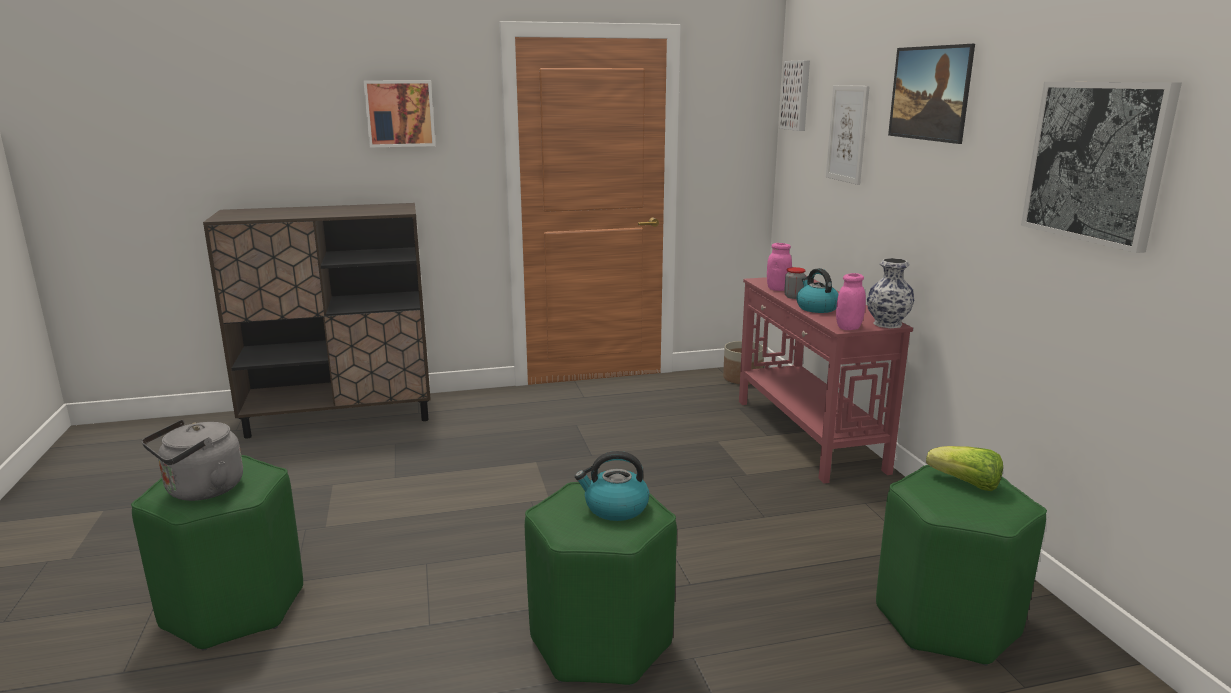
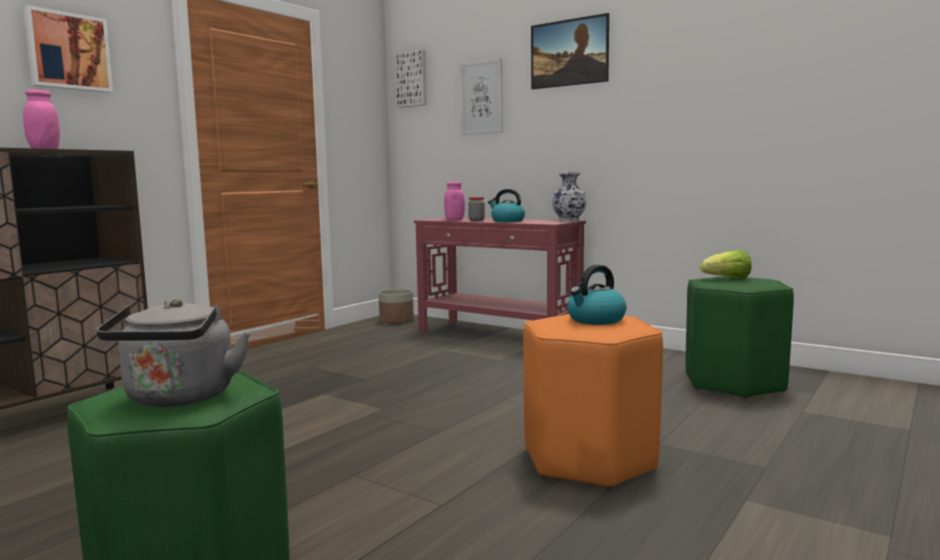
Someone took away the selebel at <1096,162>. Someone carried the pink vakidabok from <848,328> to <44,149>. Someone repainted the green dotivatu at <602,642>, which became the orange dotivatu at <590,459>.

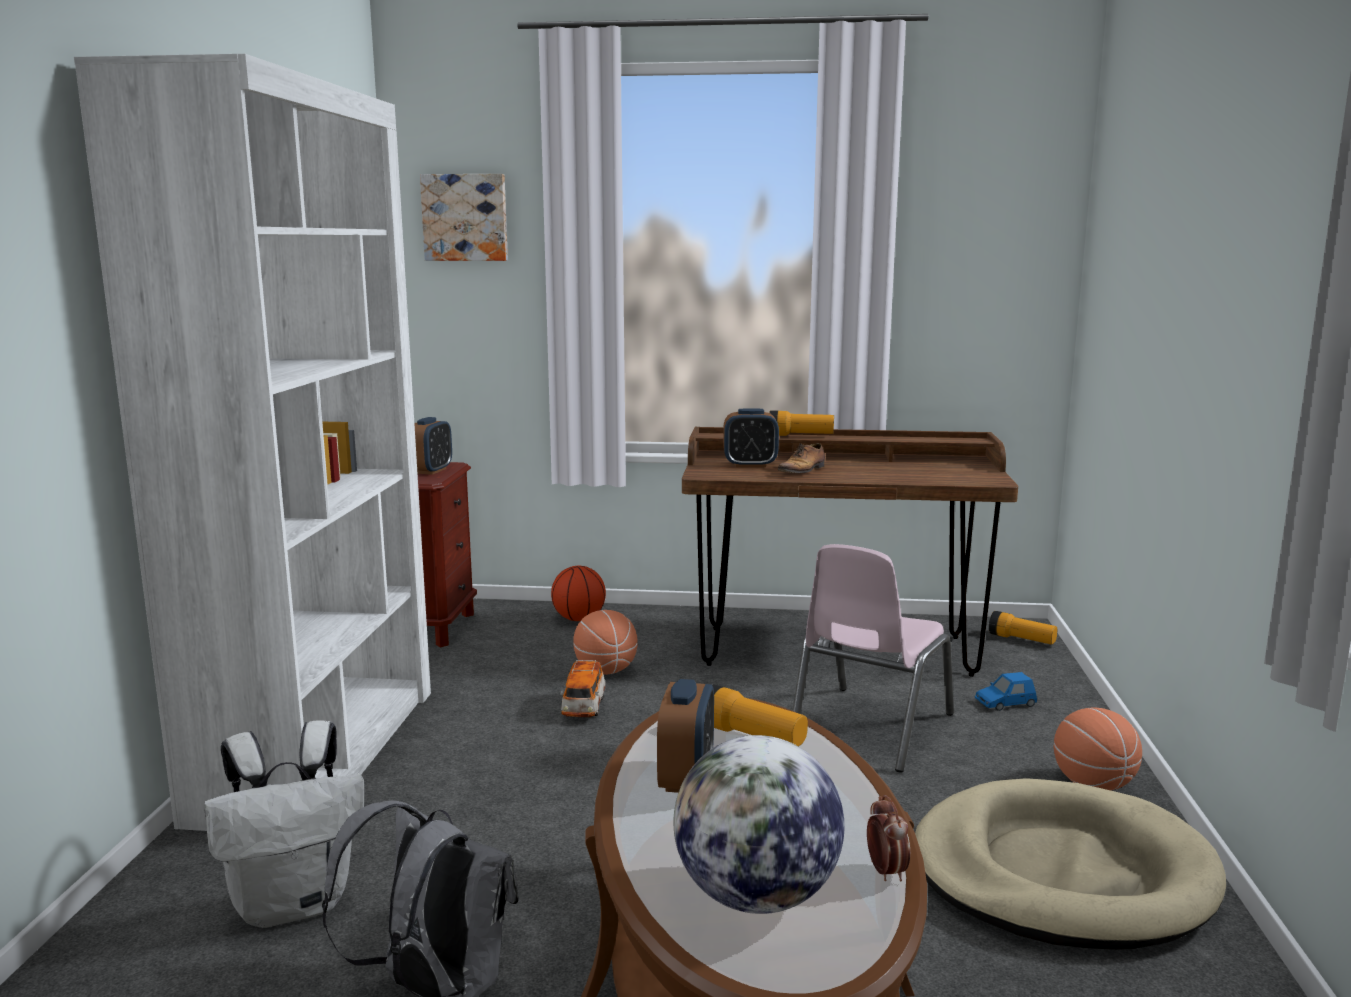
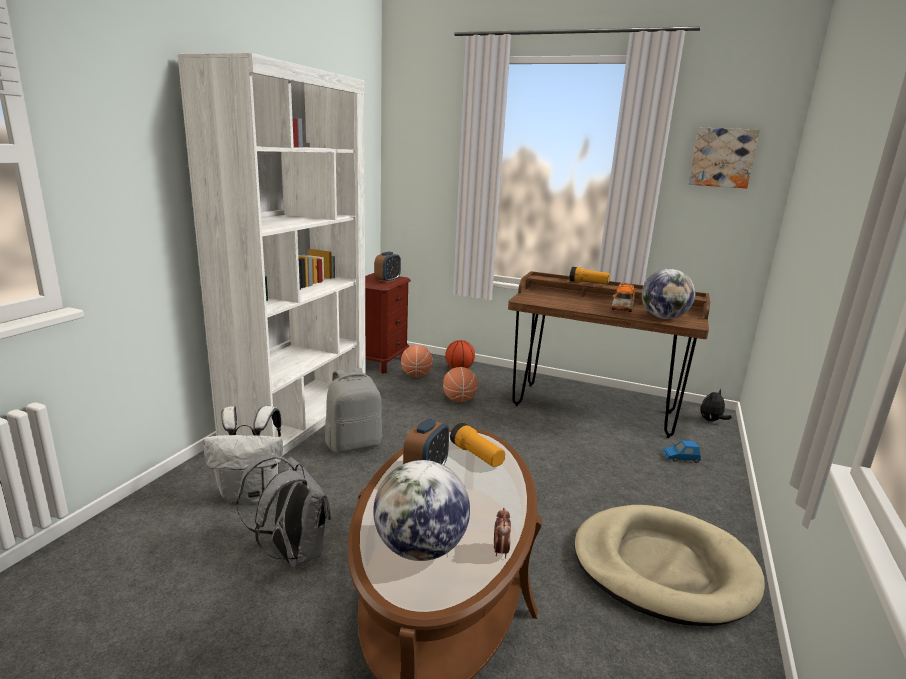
Someone took away the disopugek at <750,465>. Someone took away the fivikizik at <802,470>. Someone took away the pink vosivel at <869,728>. Someone put down the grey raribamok at <354,444>. Someone put down the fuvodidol at <663,317>. Someone carried the selebel from <465,217> to <722,158>. Someone carried the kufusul from <583,708> to <622,308>. Someone carried the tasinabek from <1093,784> to <416,375>. Someone swapped the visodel at <1021,640> for the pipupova at <711,421>.

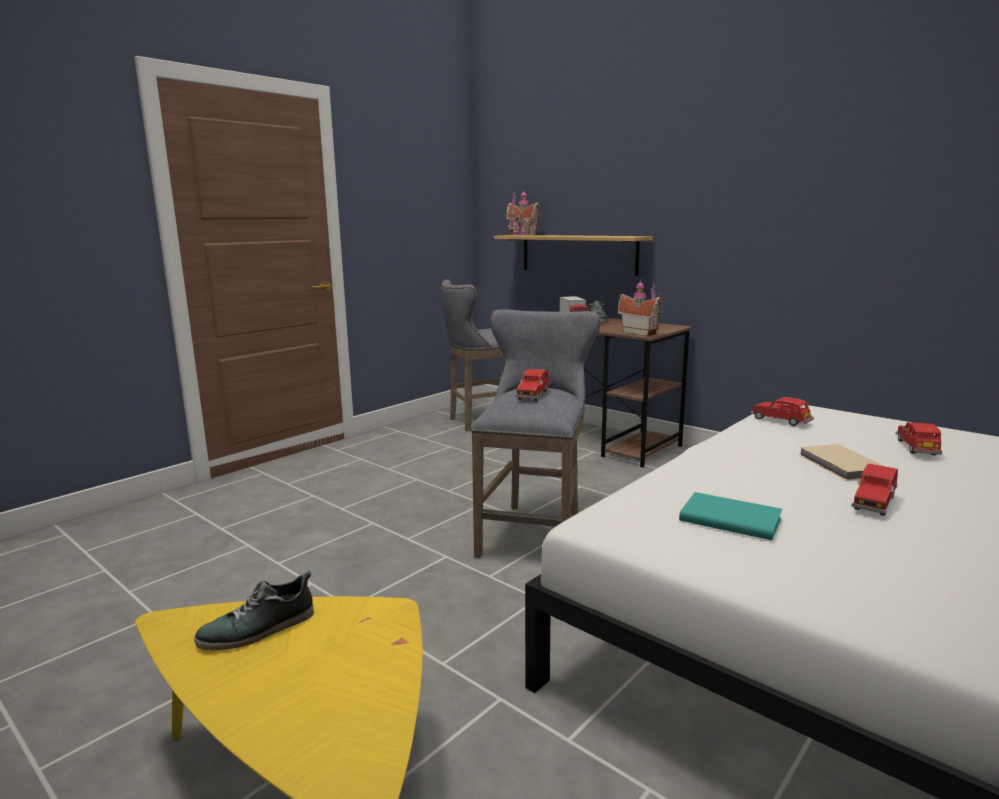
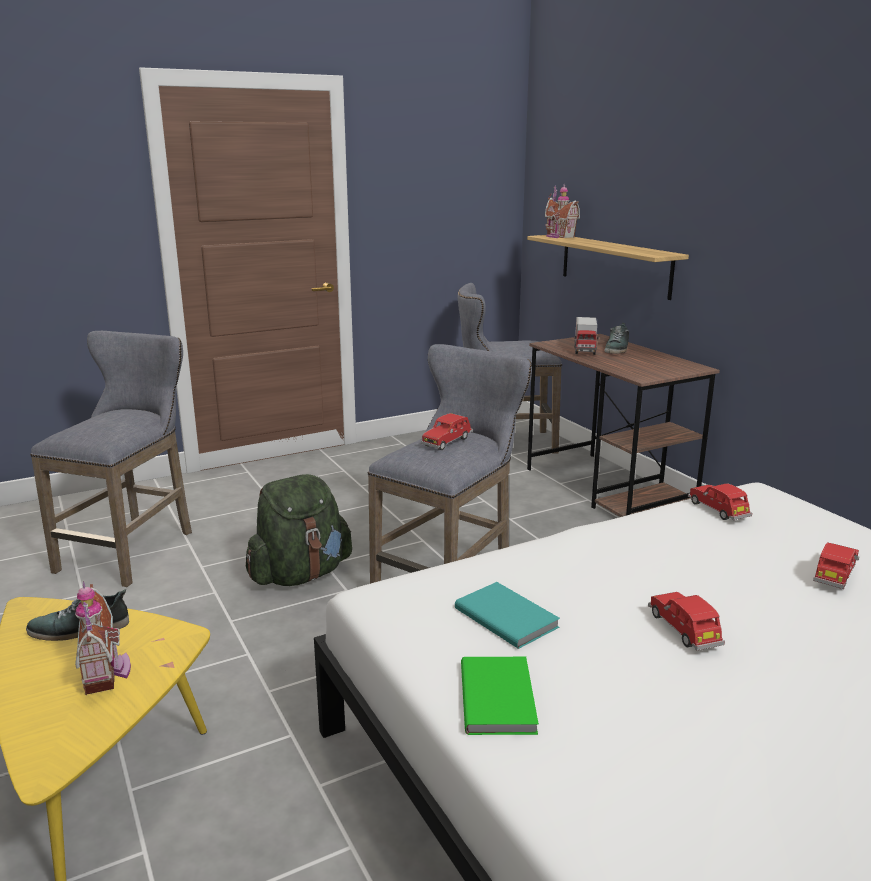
Someone took away the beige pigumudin at <841,465>. Someone put down the grey dotivatu at <133,549>. Someone put down the green raribamok at <300,575>. Someone put down the green pigumudin at <500,697>. Someone carried the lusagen from <640,333> to <107,672>. Someone rotated the red kufusul at <874,502> by 105 degrees clockwise.

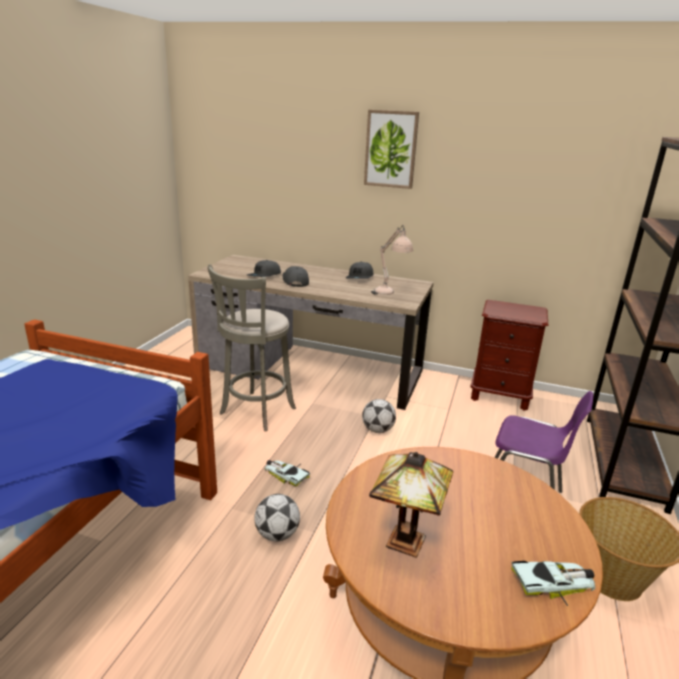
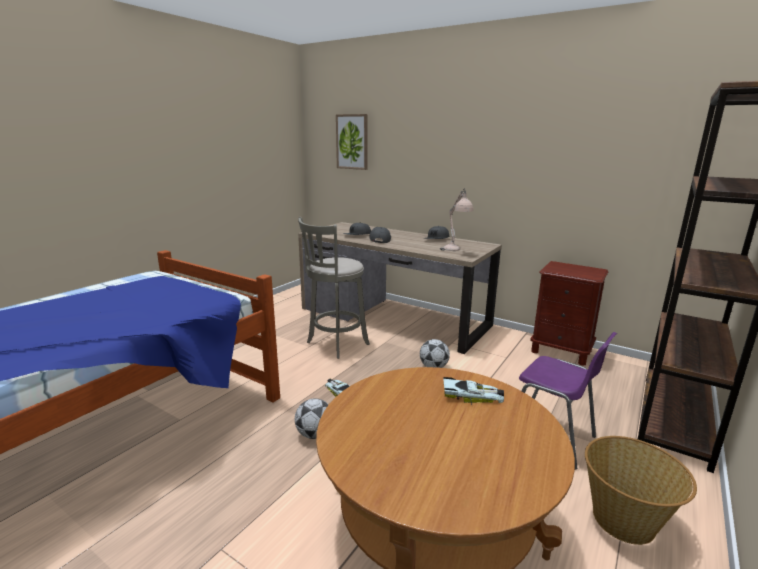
Someone took away the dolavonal at <406,544>. Someone carried the selebel from <391,149> to <352,142>. Someone carried the kufusul from <554,583> to <472,396>.

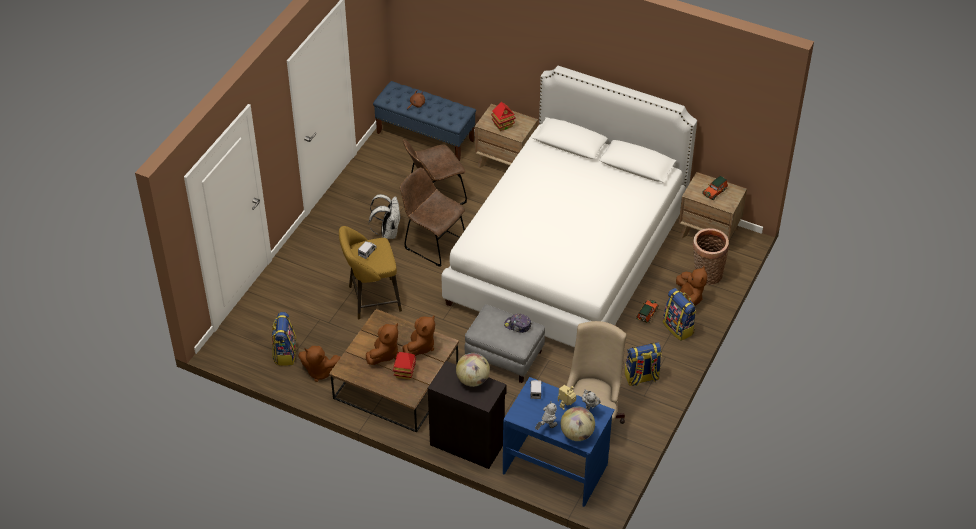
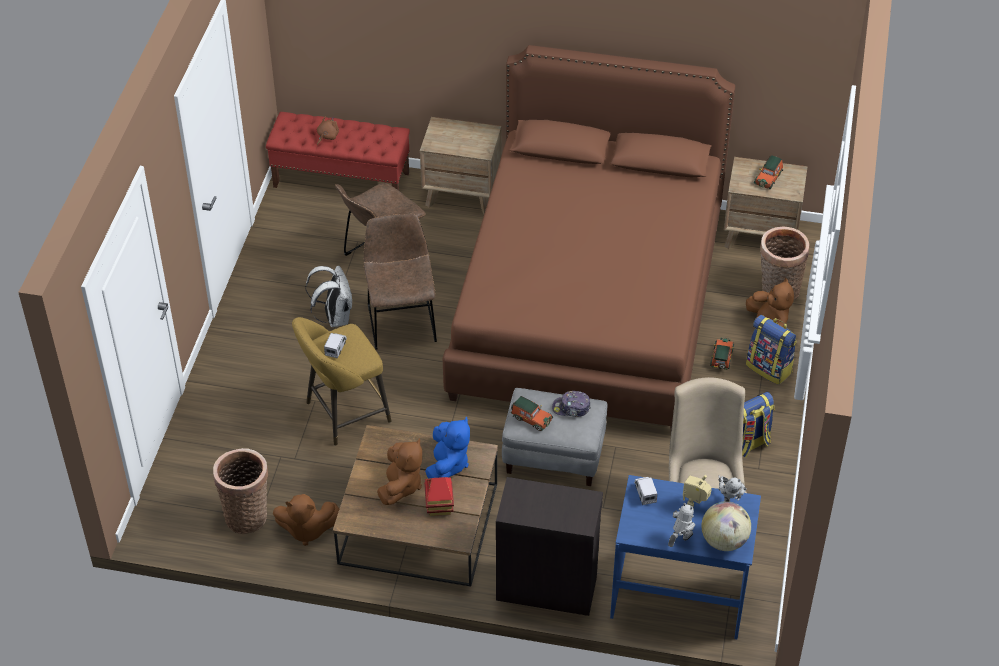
Someone took away the fuvodidol at <473,380>. Someone took away the lusagen at <503,125>. Someone put down the kufusul at <530,418>. Someone swapped the raribamok at <285,353> for the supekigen at <247,514>. Someone repainted the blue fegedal at <425,137>, which became the red fegedal at <342,180>. Someone repainted the brown pipupova at <420,346>, which became the blue pipupova at <447,465>. Someone repainted the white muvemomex at <567,256>, which became the brown muvemomex at <588,302>. Someone rotated the brown vosivel at <432,243> by 60 degrees clockwise.

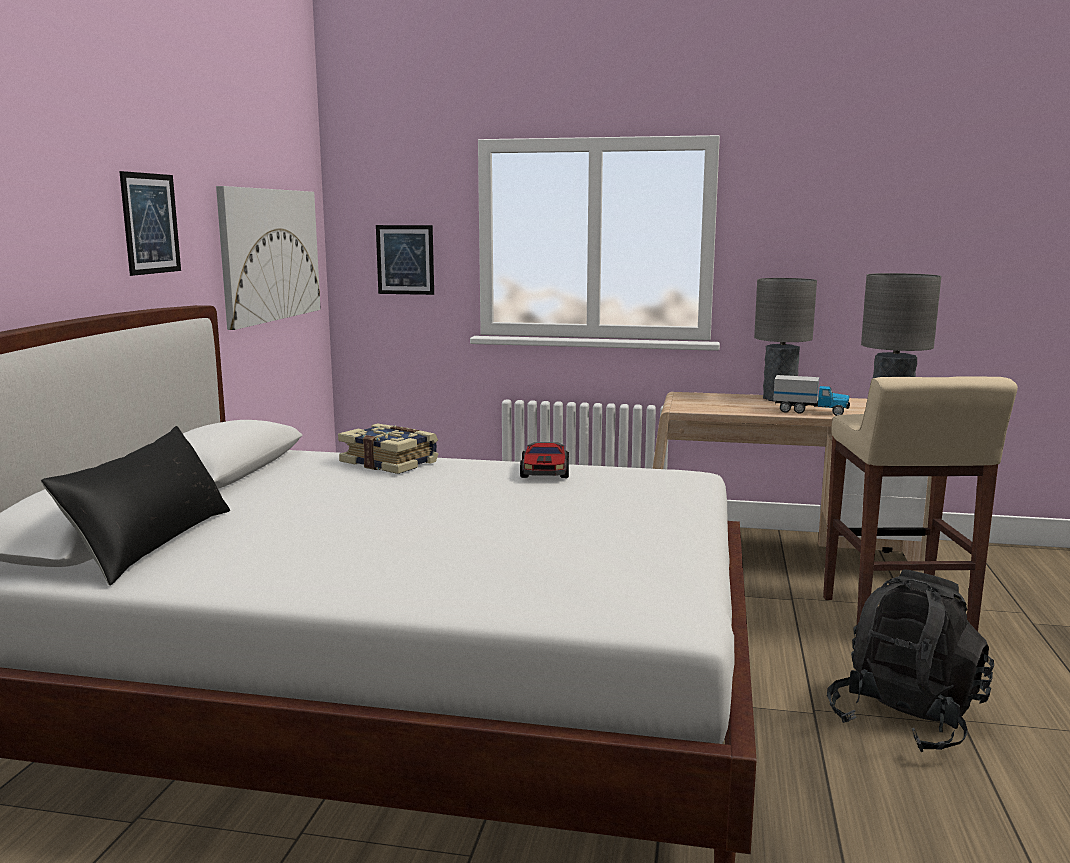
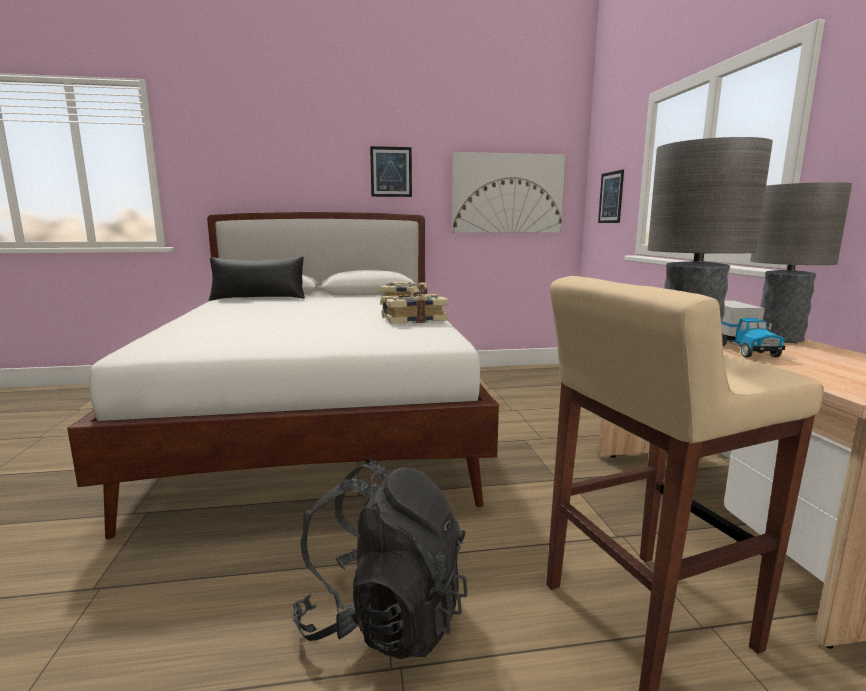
Someone swapped the kufusul at <545,472> for the pigumudin at <413,319>.

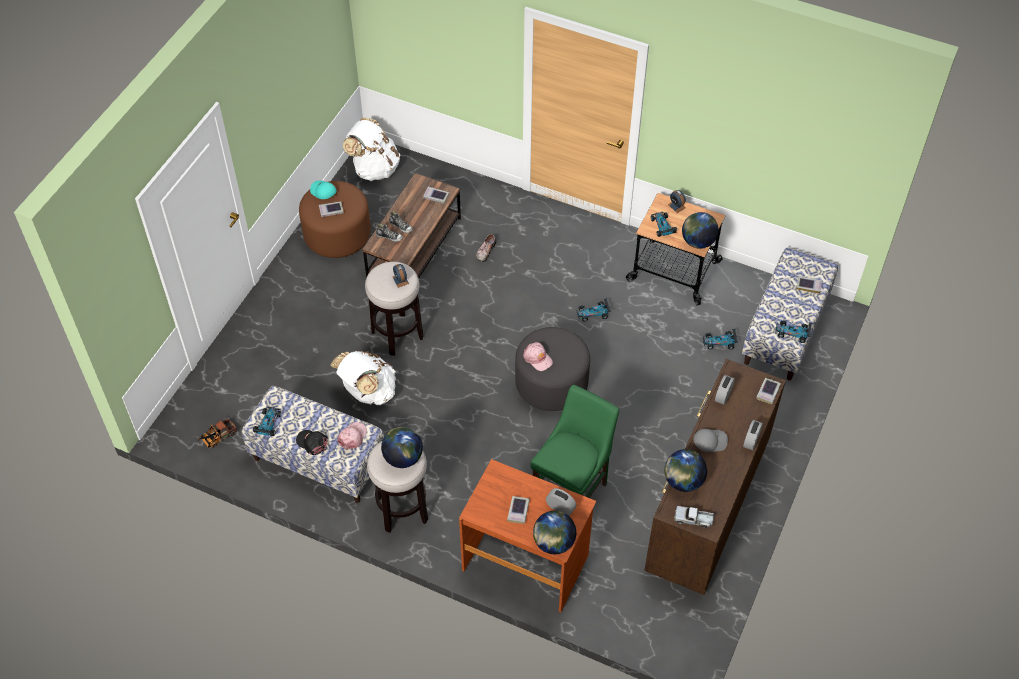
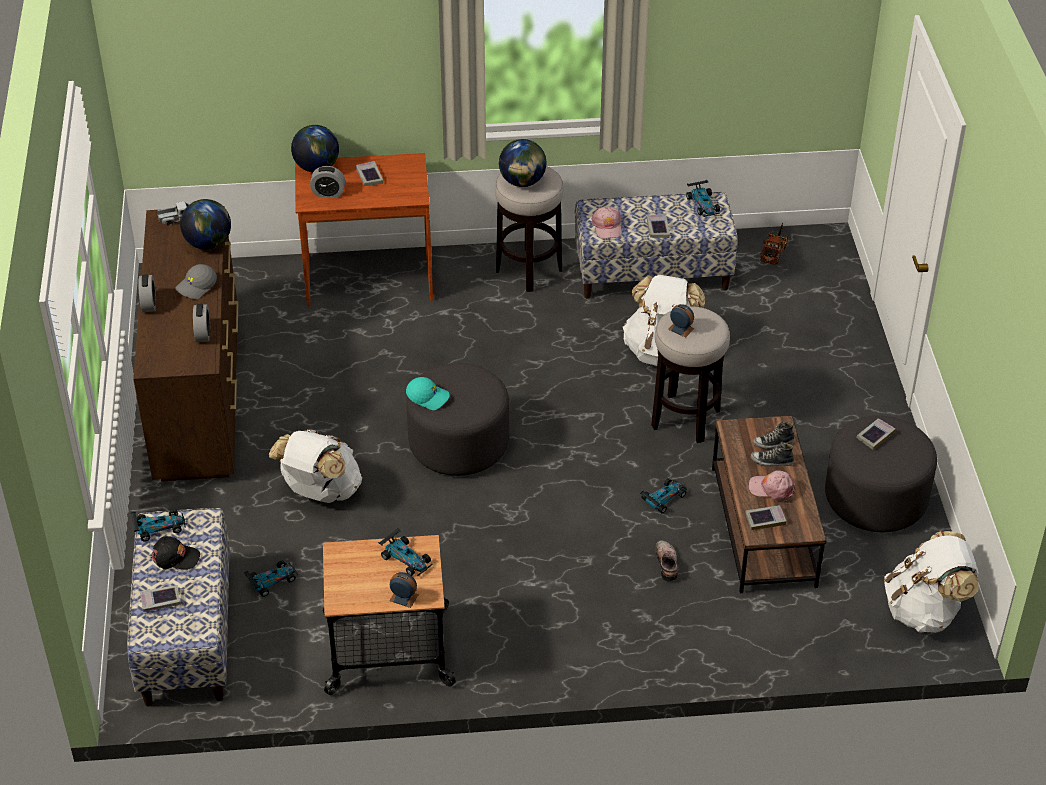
Someone took away the green vosivel at <572,489>. Someone took away the fuvodidol at <698,242>. Someone put down the white raribamok at <320,491>. Someone carried the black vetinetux from <312,443> to <175,557>. Someone carried the turquoise vetinetux from <323,192> to <428,397>. Someone carried the pink vetinetux from <537,358> to <772,489>. Someone carried the kufusul from <593,313> to <663,498>. Someone carried the pigumudin from <768,392> to <657,228>. Someone repainted the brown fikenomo at <337,235>, which became the grey fikenomo at <875,498>.

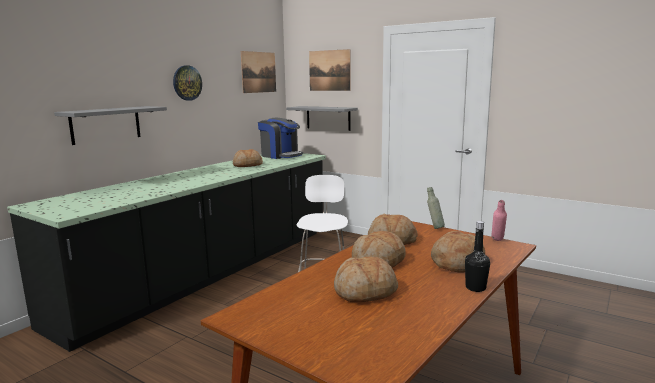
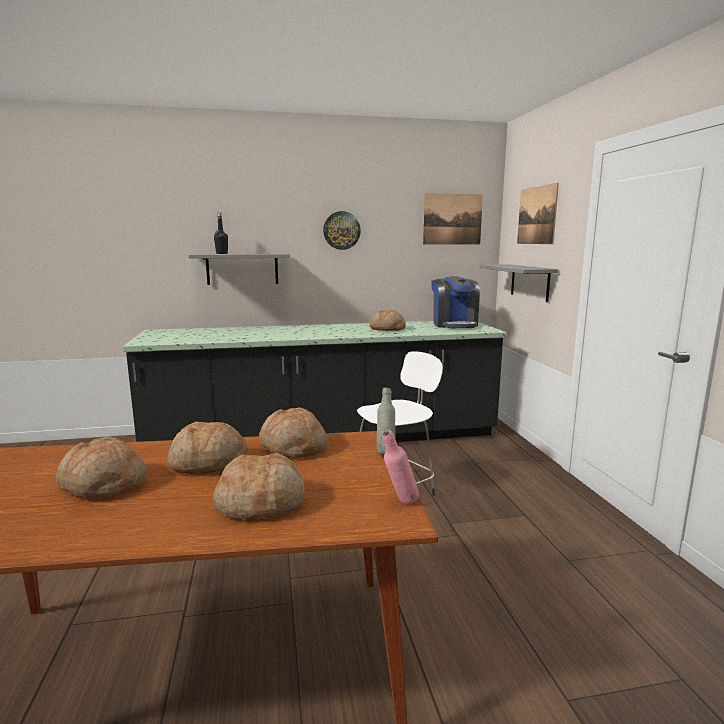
Someone carried the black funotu from <475,288> to <222,253>.

